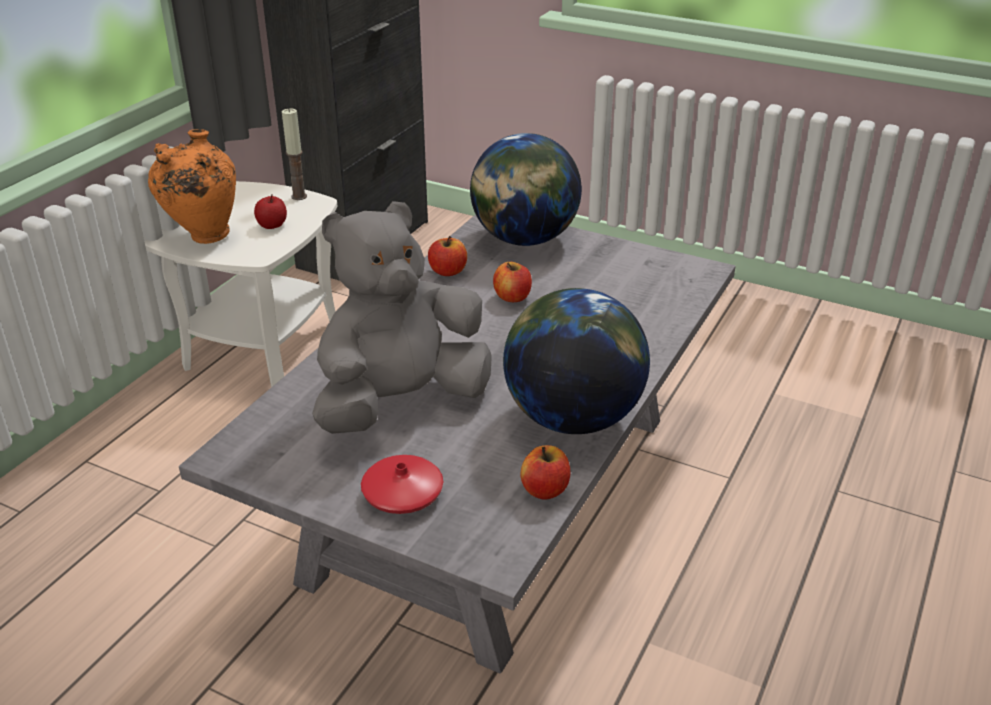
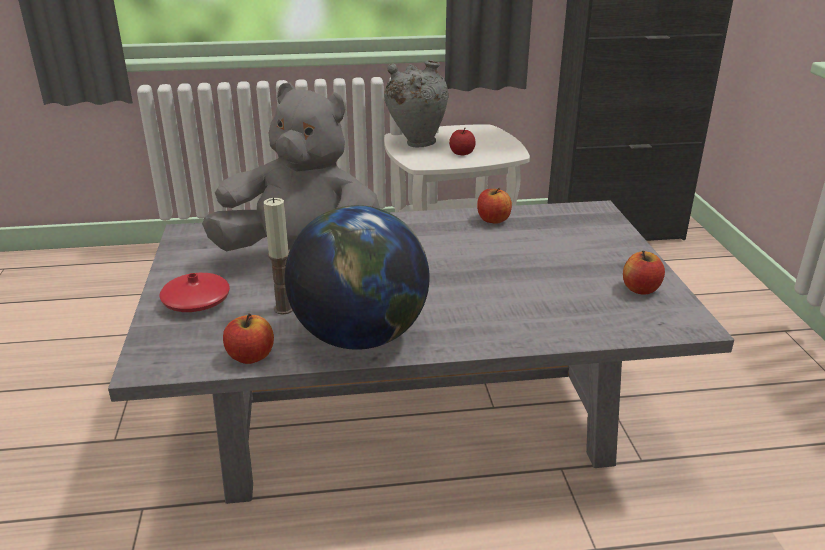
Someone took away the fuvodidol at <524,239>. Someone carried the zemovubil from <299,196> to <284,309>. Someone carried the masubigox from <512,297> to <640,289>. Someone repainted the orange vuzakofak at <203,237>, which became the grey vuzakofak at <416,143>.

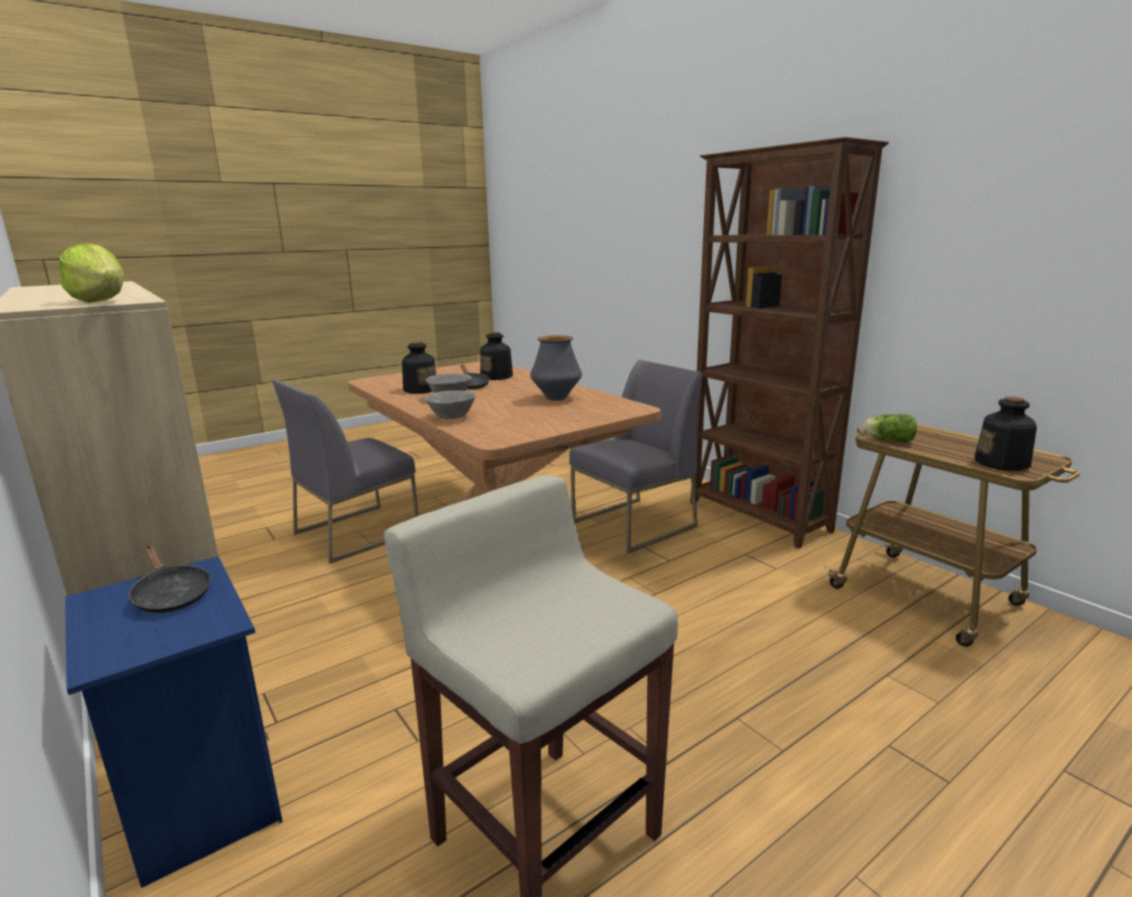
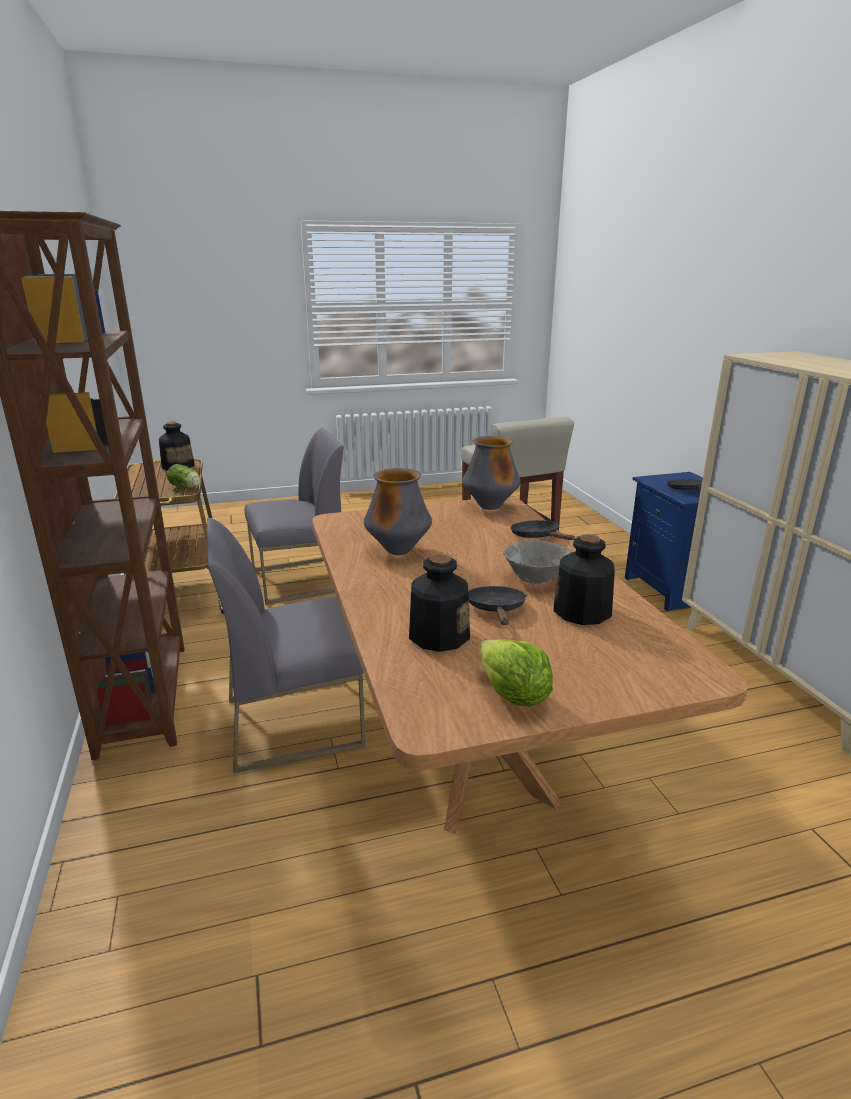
Someone put down the vuzakofak at <490,507>. Someone carried the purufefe from <101,301> to <512,695>. Someone carried the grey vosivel from <357,532> to <300,580>. Someone swapped the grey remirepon at <451,417> for the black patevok at <537,537>.

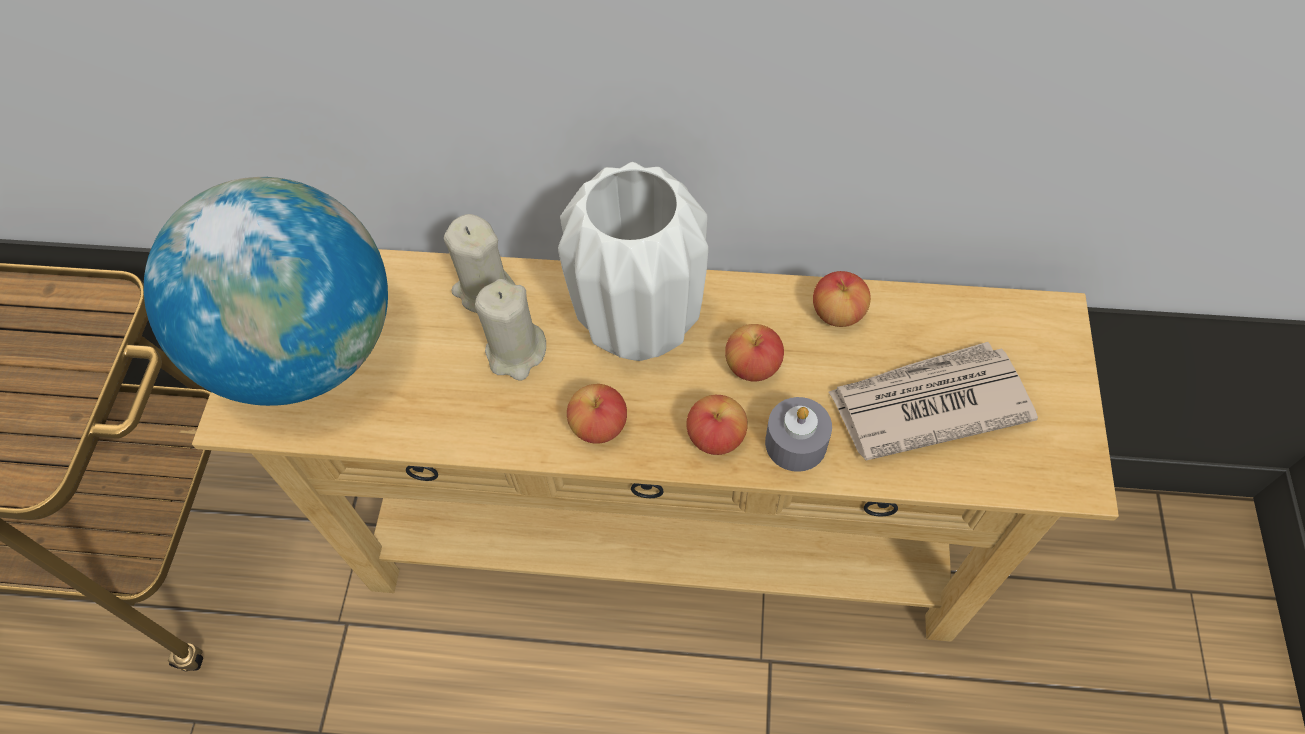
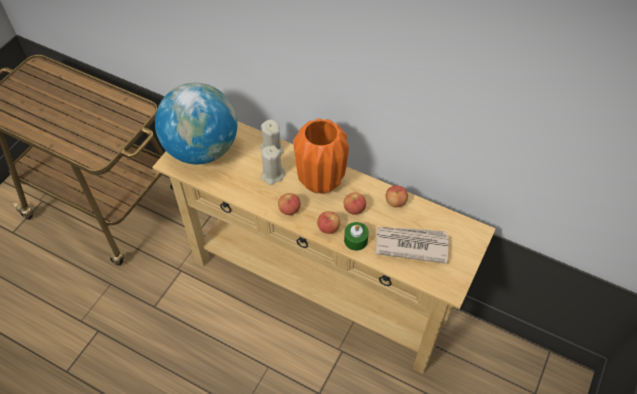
Someone repainted the white vuzakofak at <641,326>, which became the orange vuzakofak at <321,181>. Someone repainted the grey zemovubil at <796,443>, which became the green zemovubil at <355,240>.

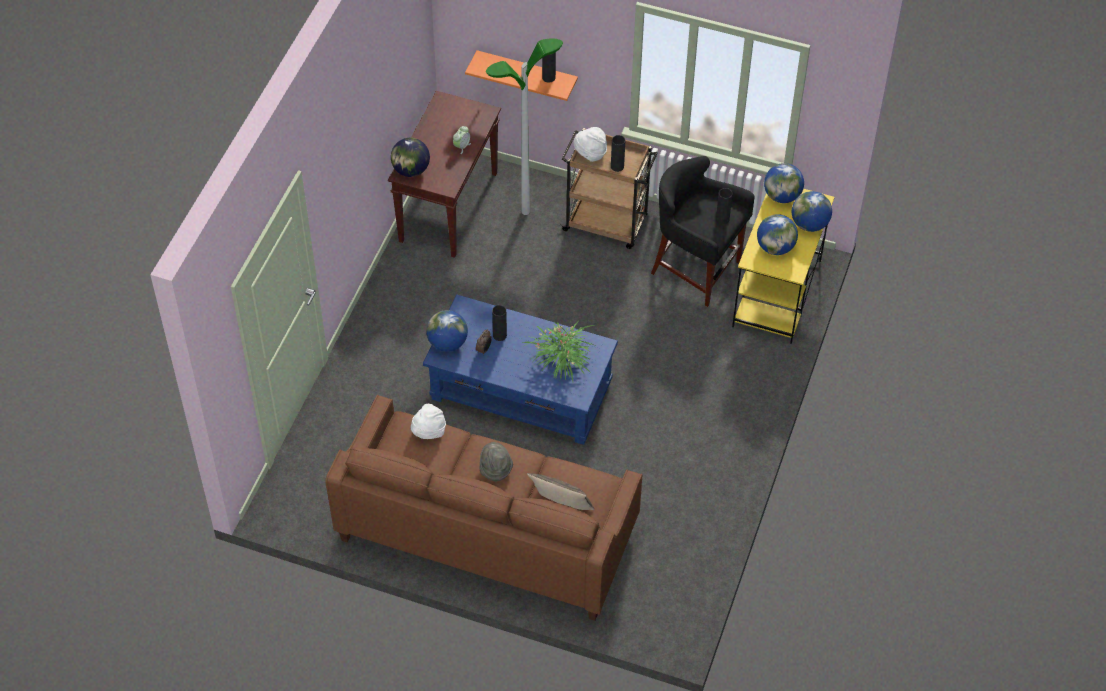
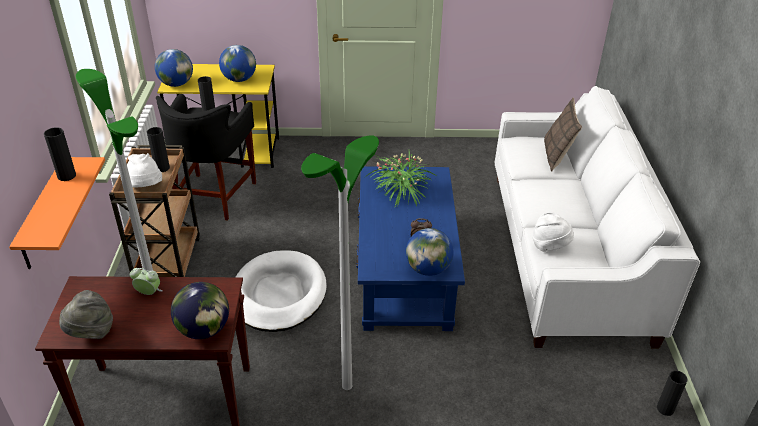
Someone took away the fuvodidol at <809,224>. Someone put down the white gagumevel at <278,294>. Someone put down the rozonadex at <347,386>. Someone carried the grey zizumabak from <495,470> to <91,332>. Someone carried the black vuzakofak from <499,335> to <665,409>. Someone repainted the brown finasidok at <486,532>, which became the white finasidok at <567,254>.

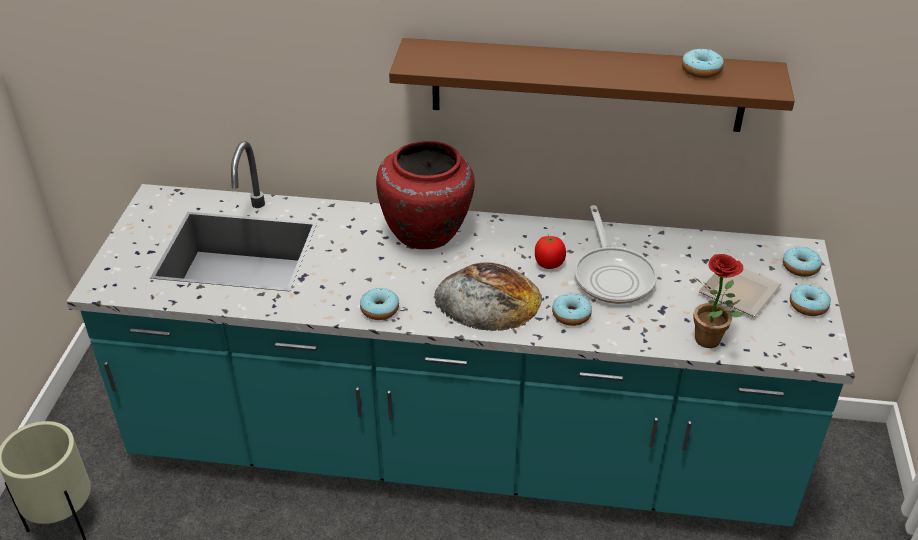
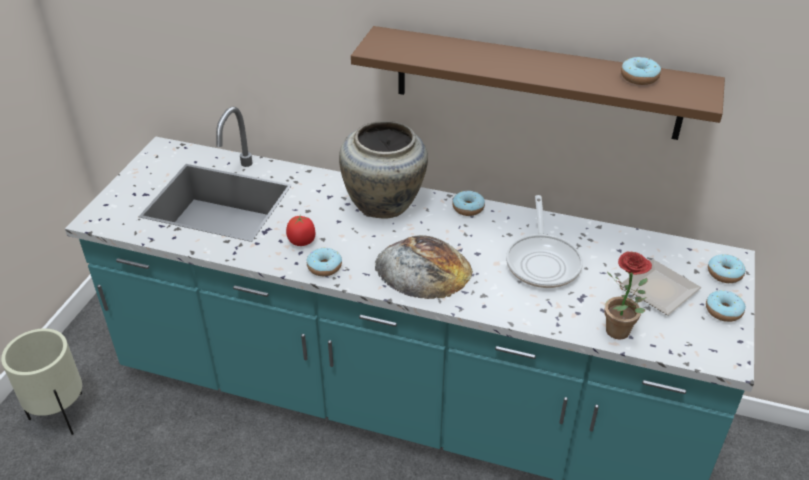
Someone carried the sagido from <549,264> to <302,241>. Someone carried the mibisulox from <571,315> to <468,208>. Someone repainted the red vuzakofak at <427,234>, which became the beige vuzakofak at <385,205>.

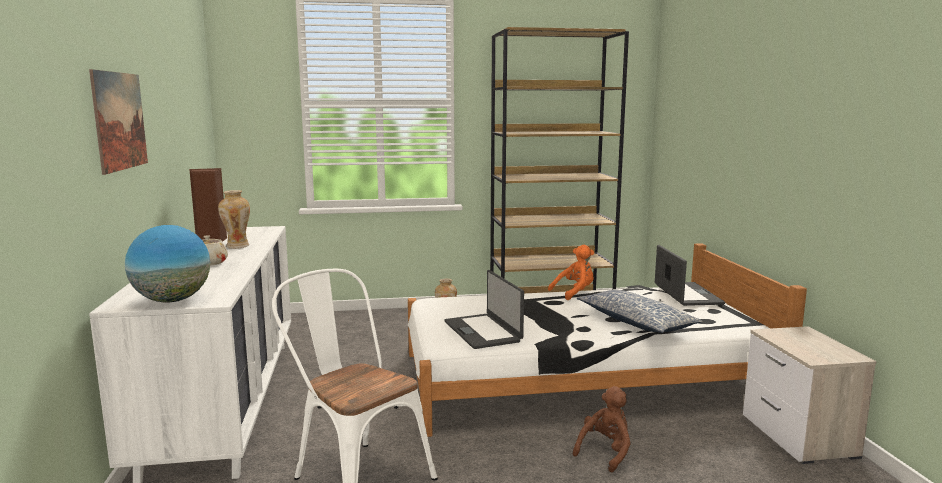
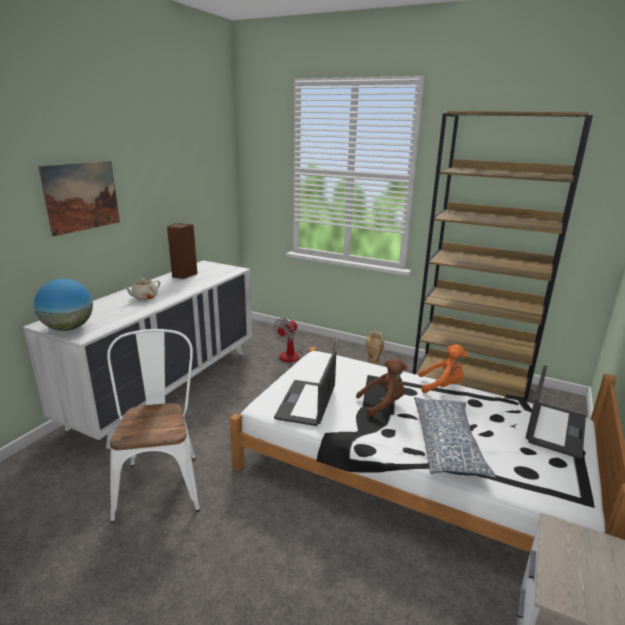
Someone took away the vuzakofak at <237,246>. Someone put down the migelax at <297,357>. Someone carried the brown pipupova from <605,452> to <383,404>.

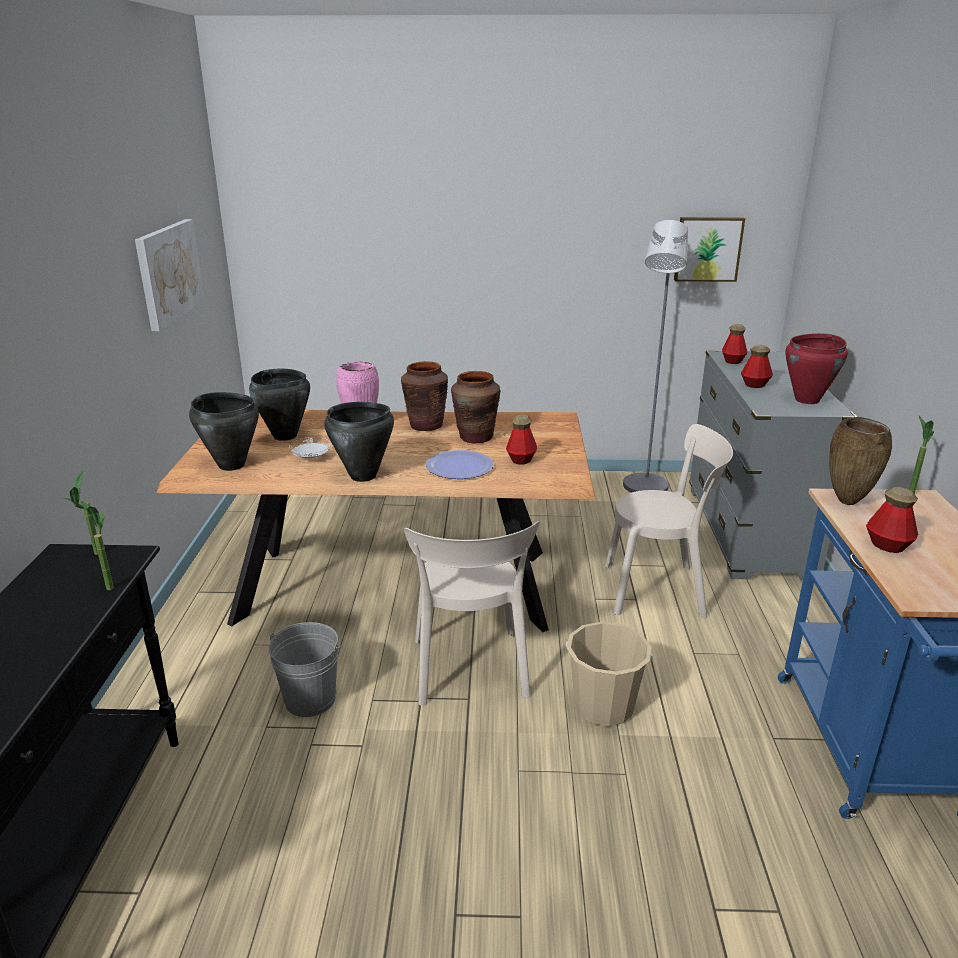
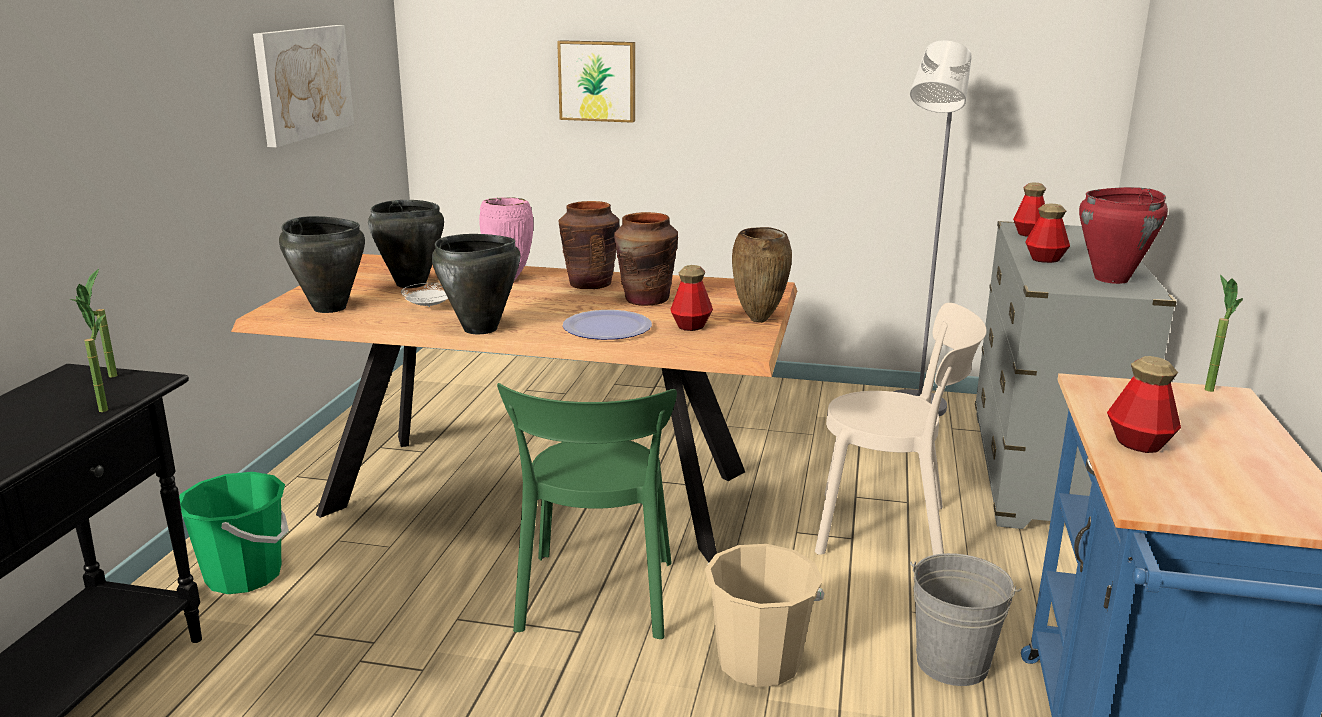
Someone put down the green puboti at <244,575>. Someone carried the grey puboti from <310,699> to <952,663>. Someone carried the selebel from <707,249> to <597,81>. Someone carried the brown vuzakofak from <849,502> to <760,320>. Someone repainted the beige vosivel at <470,672>, which became the green vosivel at <595,600>.

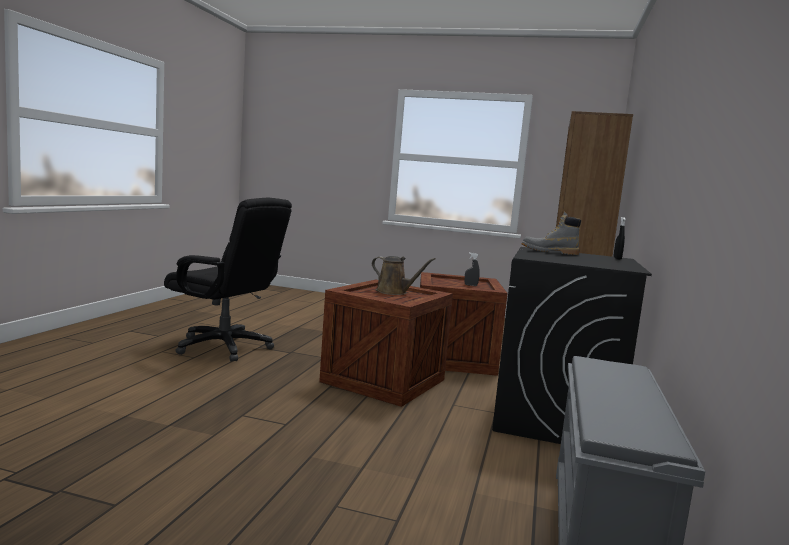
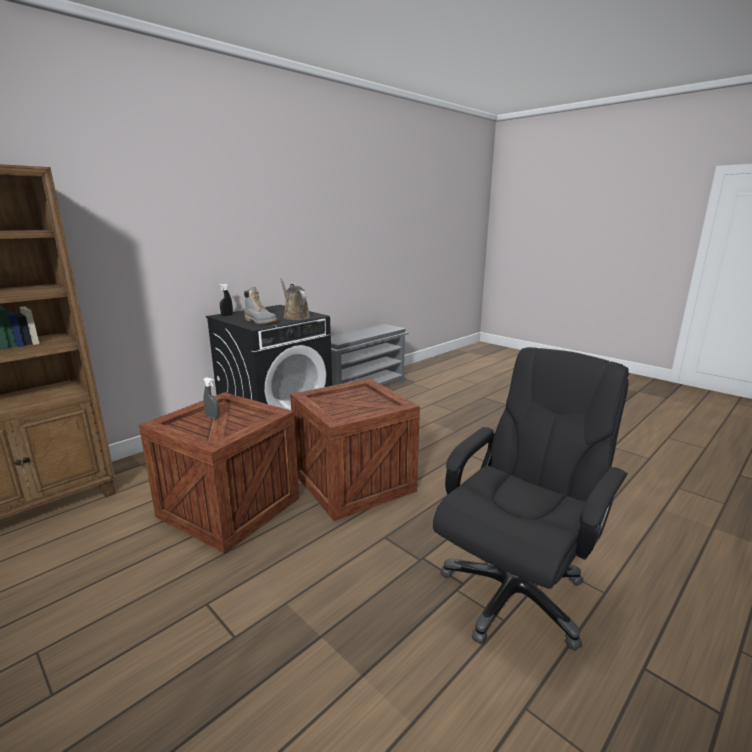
Someone carried the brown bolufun from <394,292> to <295,317>. Someone rotated the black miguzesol at <225,347> by 75 degrees clockwise.

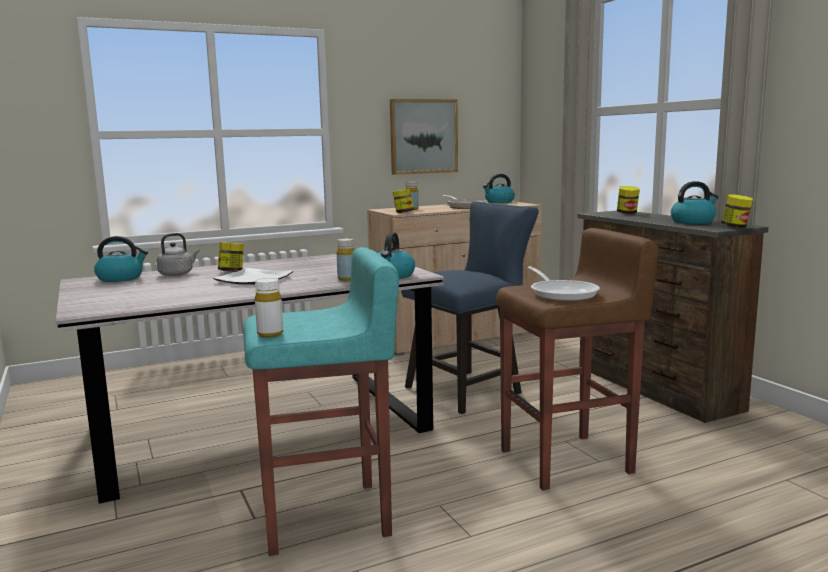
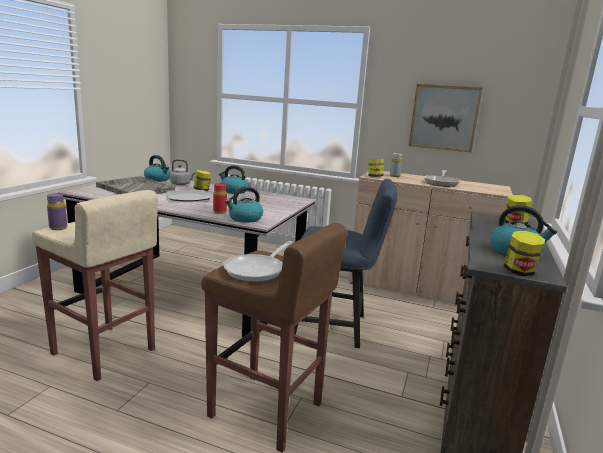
Someone put down the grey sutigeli at <135,188>. Someone carried the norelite from <499,202> to <233,191>. Someone repainted the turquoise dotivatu at <327,517>, which became the beige dotivatu at <103,352>. Someone repainted the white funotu at <270,334>, which became the purple funotu at <58,228>. Someone repainted the yellow funotu at <347,279>, which became the red funotu at <219,212>.

